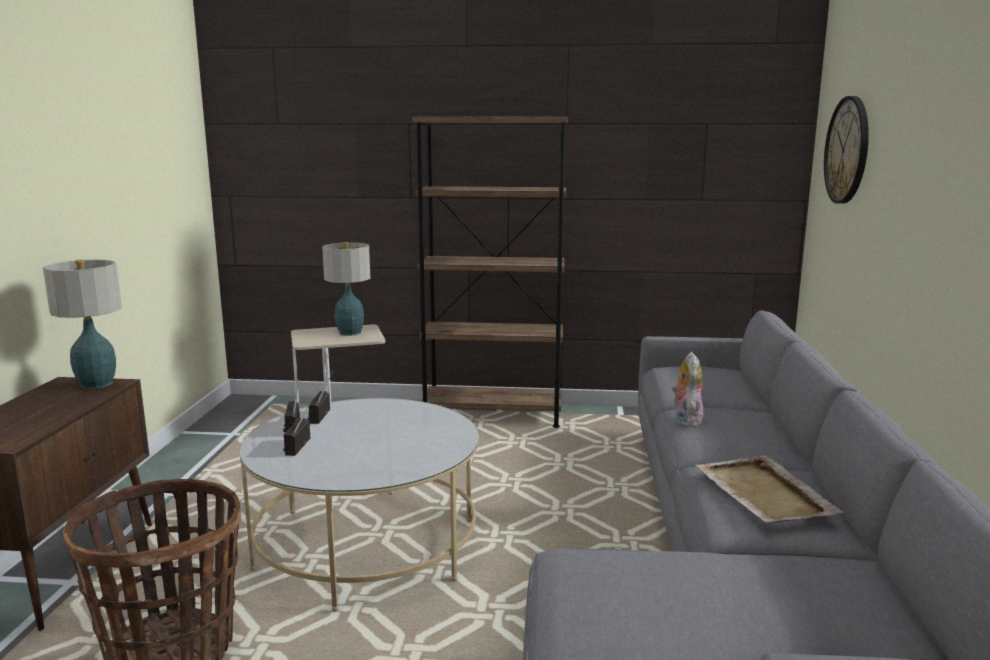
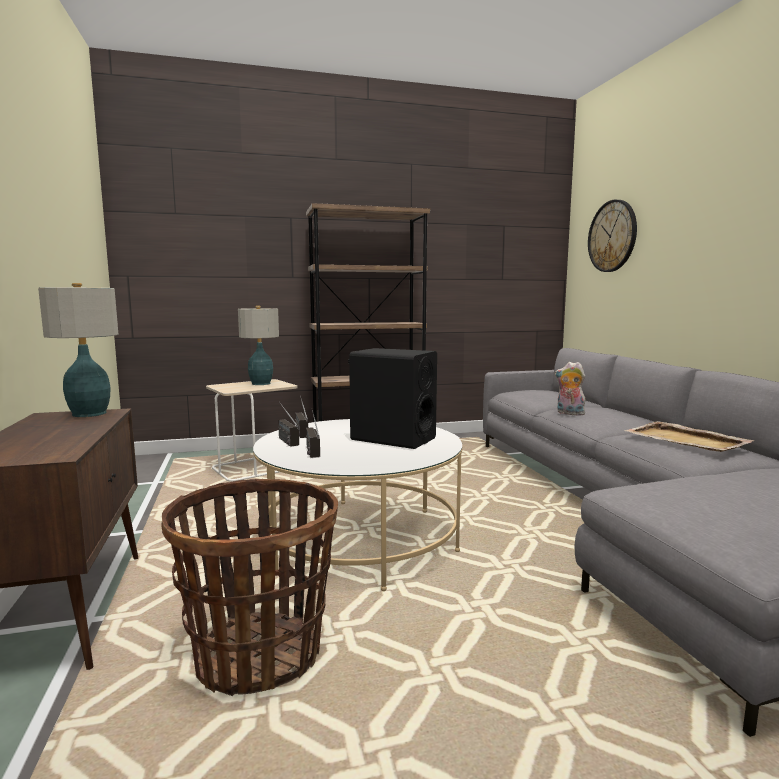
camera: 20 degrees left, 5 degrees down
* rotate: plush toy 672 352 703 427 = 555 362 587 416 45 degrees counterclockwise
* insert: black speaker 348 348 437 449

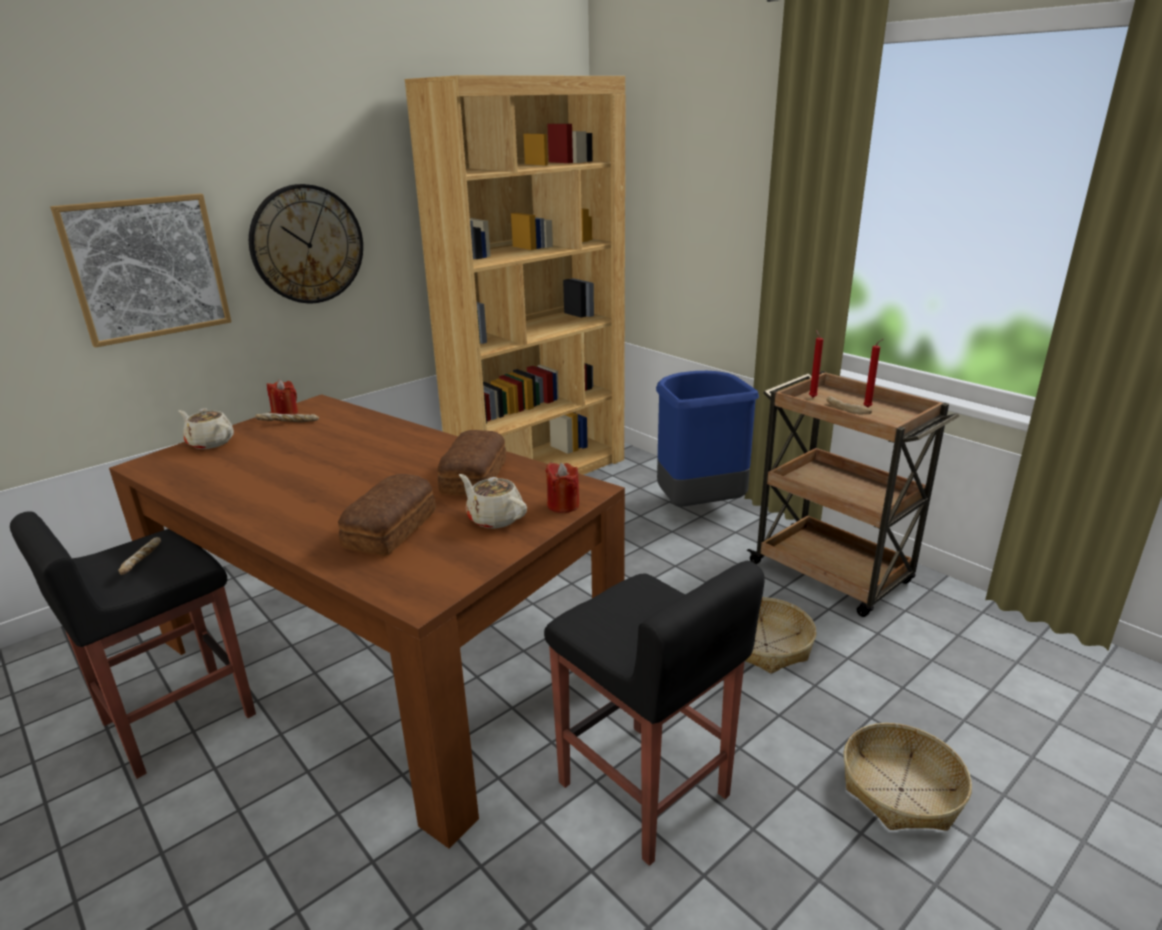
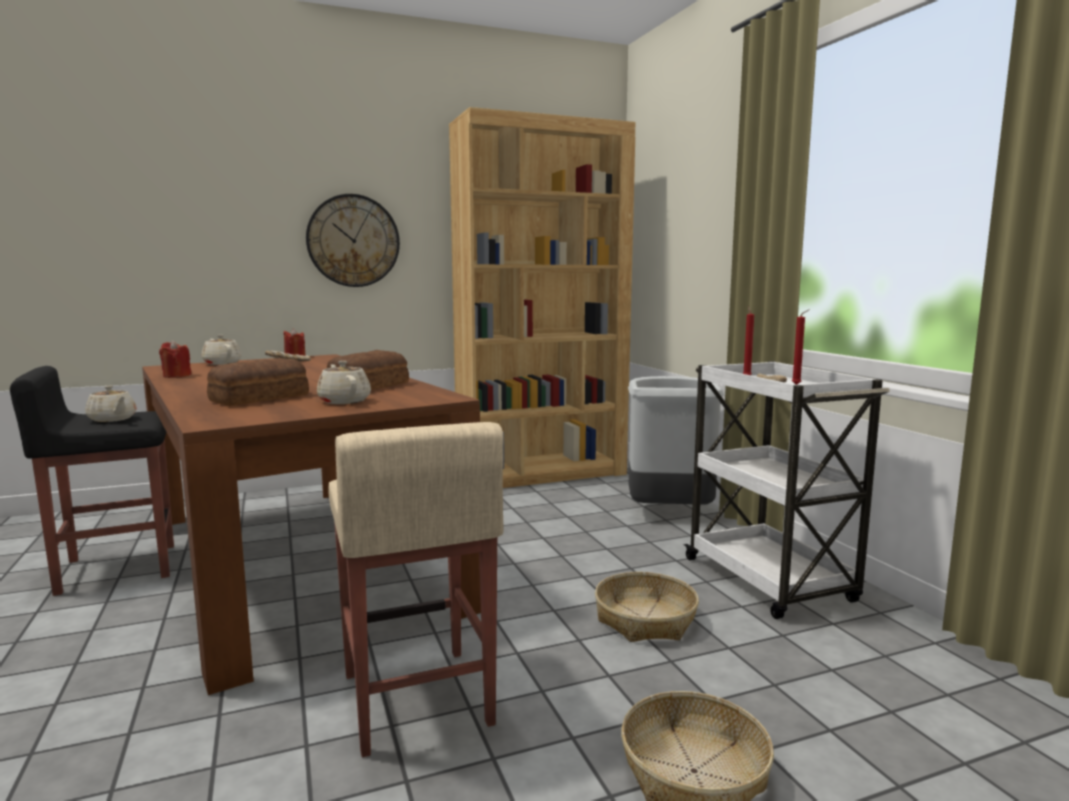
camera: 20 degrees right, 15 degrees down
* delete: picture 50 194 231 348
* replace: bread 118 537 161 575 to beige teapot 85 386 136 422
* recolor: black stool 544 561 765 866 to beige stool 328 422 503 757
* move: red candle 546 463 579 513 to 159 340 192 378
* recolor: blue trash can 656 371 759 507 to grey trash can 628 376 724 505
* recolor: brown cart 747 371 959 617 to white cart 684 361 890 619

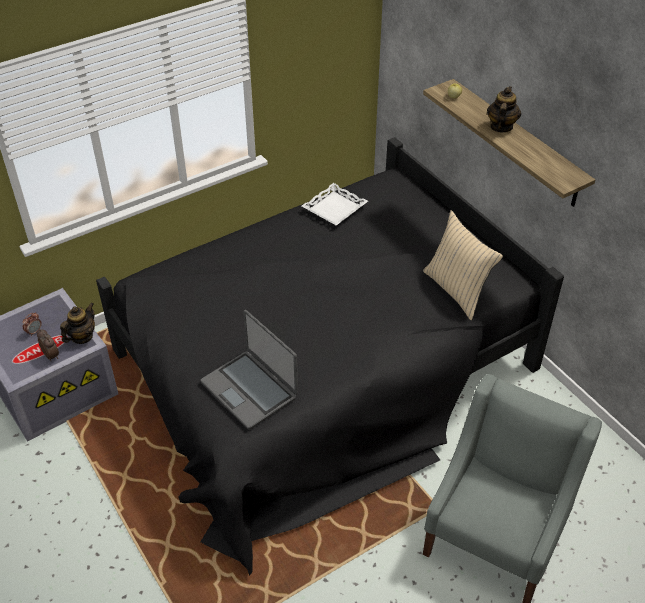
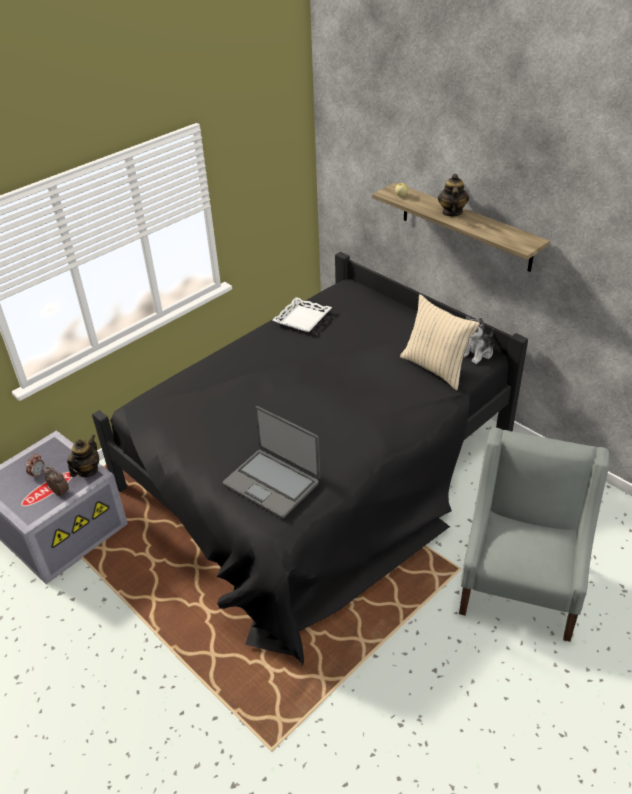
camera: 10 degrees left, 5 degrees down
* insert: plush toy 463 316 494 364

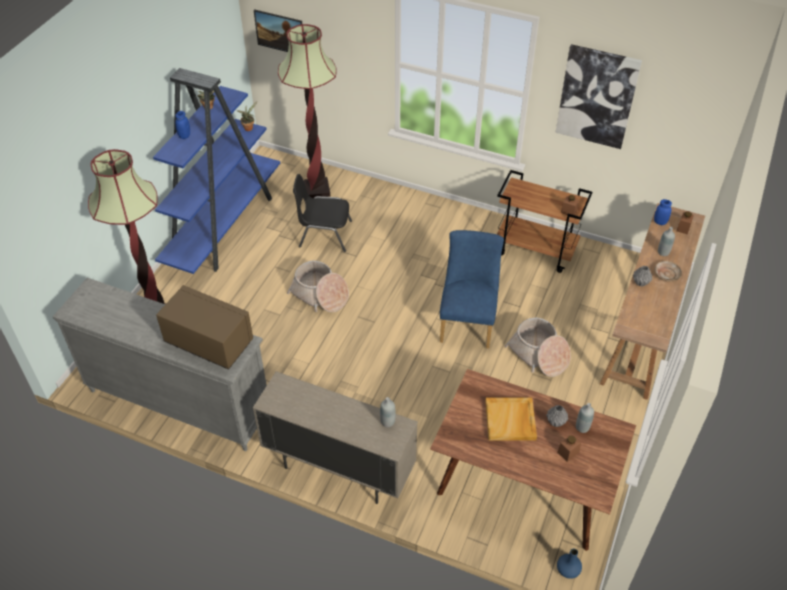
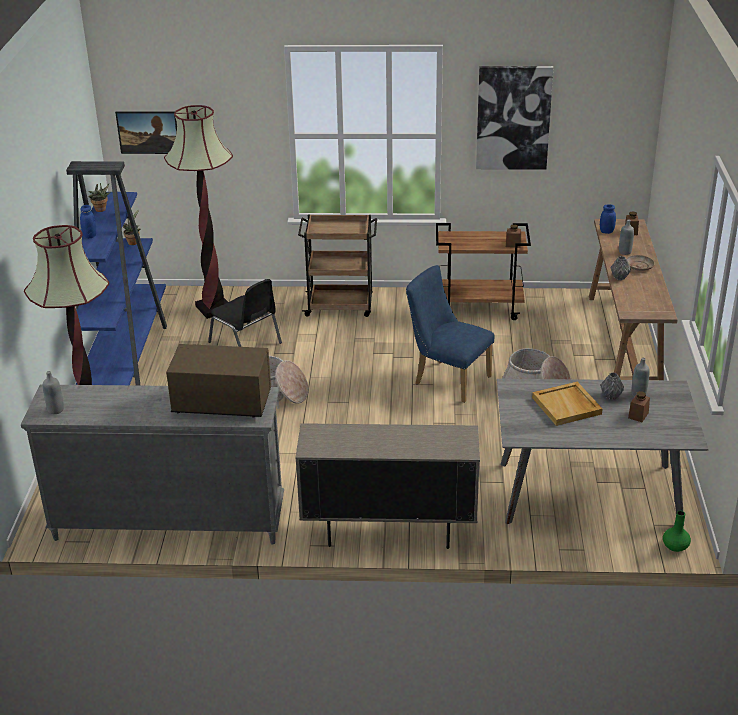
camera: 20 degrees left, 15 degrees down
* rotate: black chair 293 174 352 252 = 208 279 282 347 120 degrees counterclockwise
* move: grey bottle 380 397 396 427 to 43 371 64 414
* recolor: brown dining table 430 369 636 551 to grey dining table 497 379 709 524
* rotate: blue chair 440 230 504 348 = 406 265 495 403 45 degrees counterclockwise
* recolor: blue vase 557 548 582 579 to green vase 663 510 691 552
* insert: brown cart 298 214 377 317

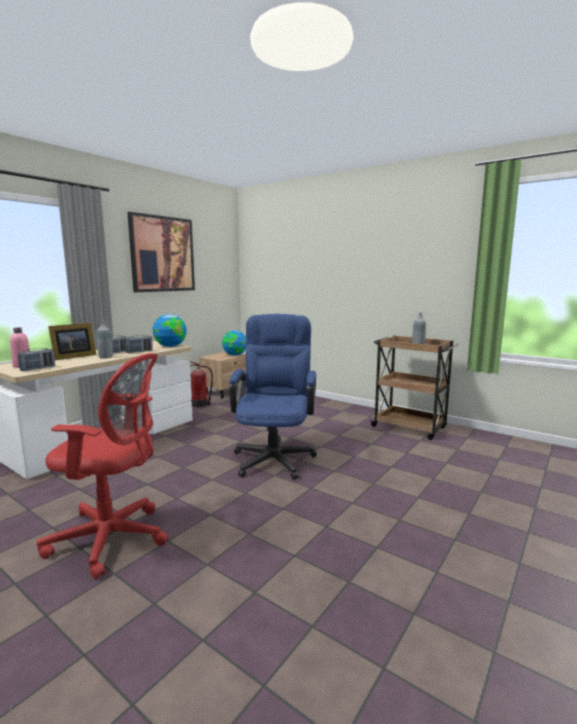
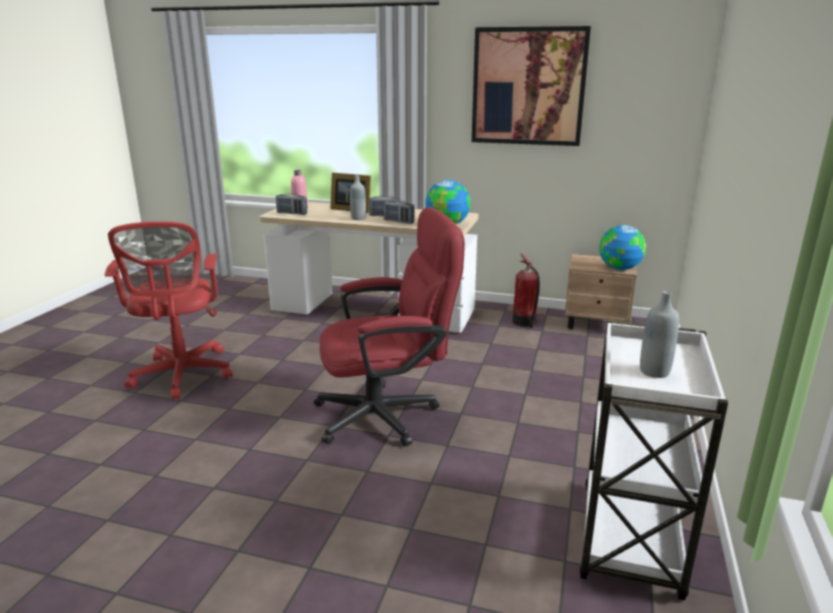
camera: 70 degrees right, 10 degrees up
* recolor: blue office chair 229 314 317 480 to red office chair 314 207 465 446
* recolor: brown cart 369 335 459 440 to white cart 579 321 728 600

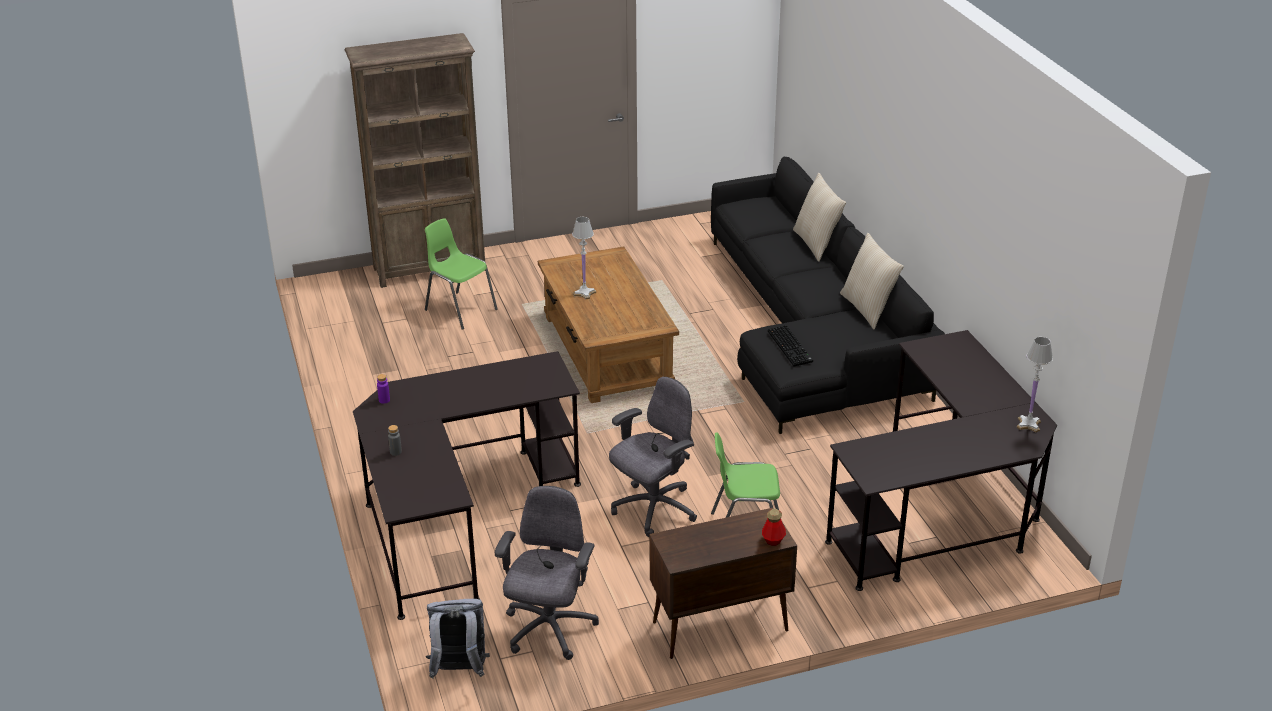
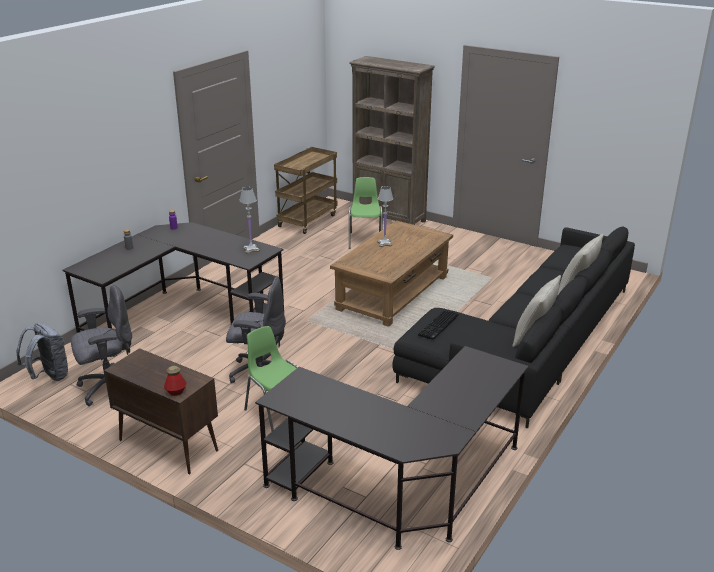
camera: 50 degrees right, 5 degrees down
* move: white table lamp 1017 337 1053 432 to 239 187 260 254
* insert: brown cart 274 147 338 234

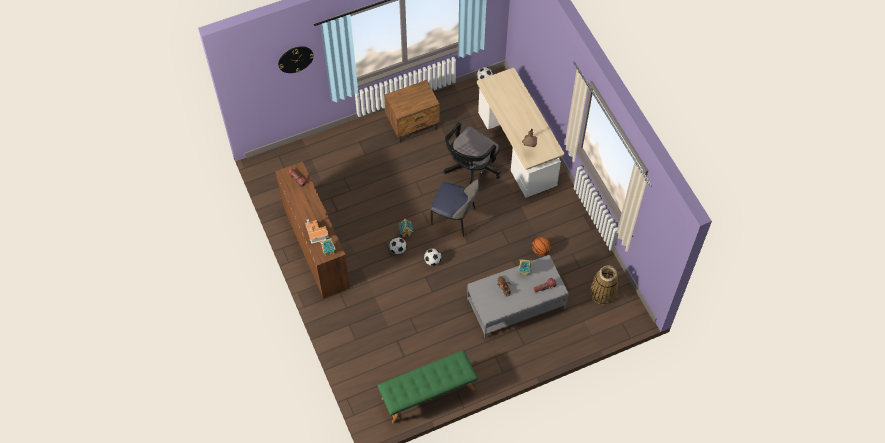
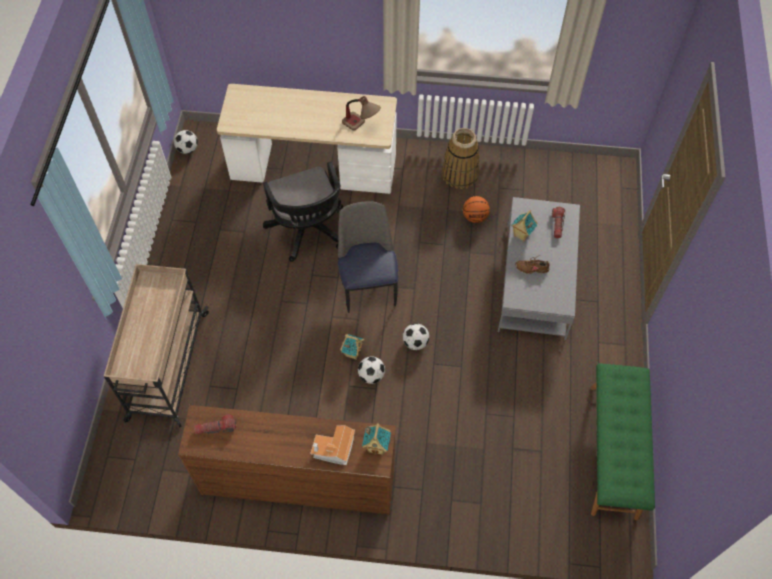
camera: 60 degrees left, 0 degrees up
* delete: wall clock 278 46 314 73
* delete: brown nightstand 384 80 440 143
* rotate: chair 430 179 479 237 = 338 201 398 313 60 degrees counterclockwise
* move: basket 590 265 619 305 to 442 128 480 189
* insert: beige cart 104 264 209 427

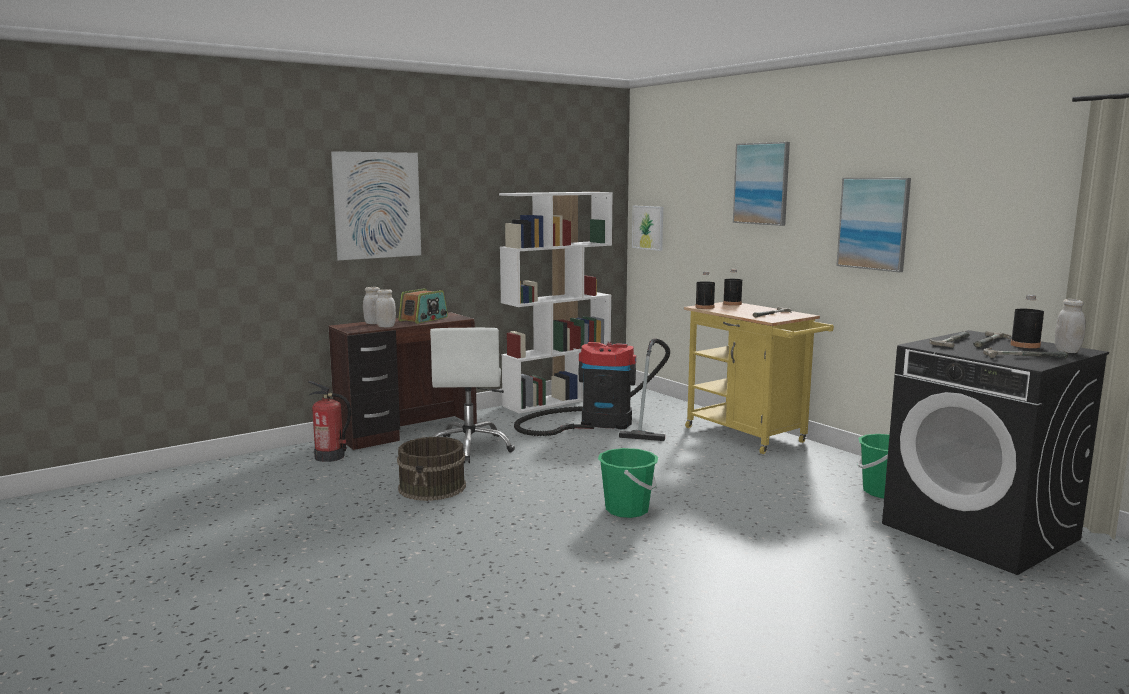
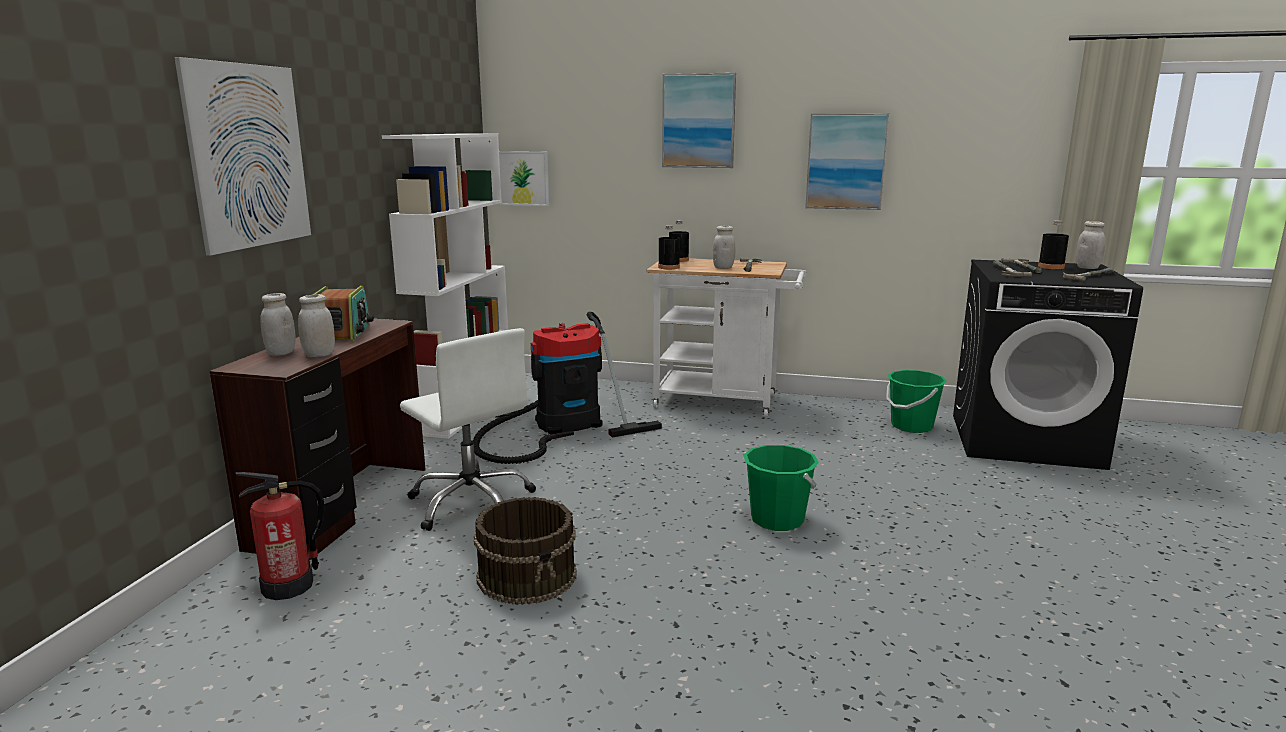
camera: 40 degrees left, 5 degrees up
* recolor: yellow cart 684 302 834 454 to white cart 646 258 806 417
* insert: white jar 713 226 735 269

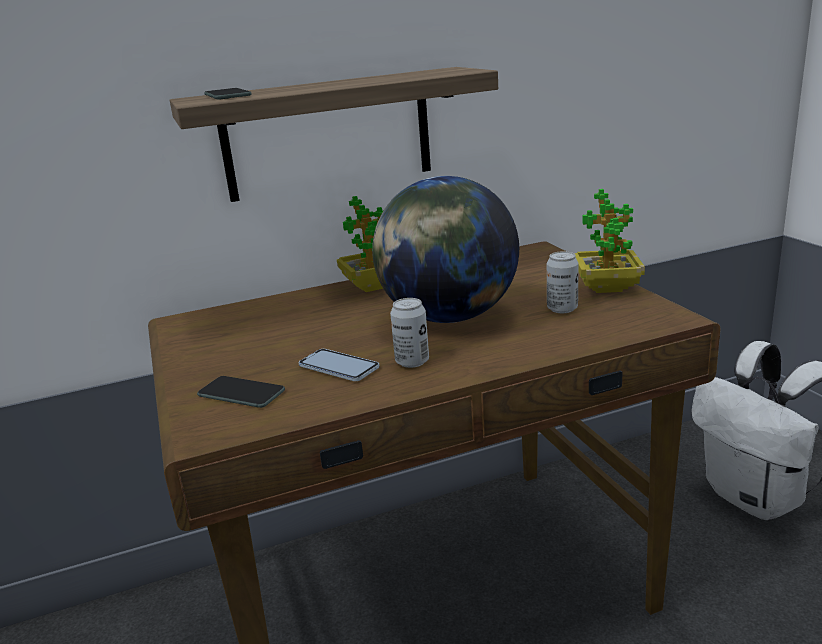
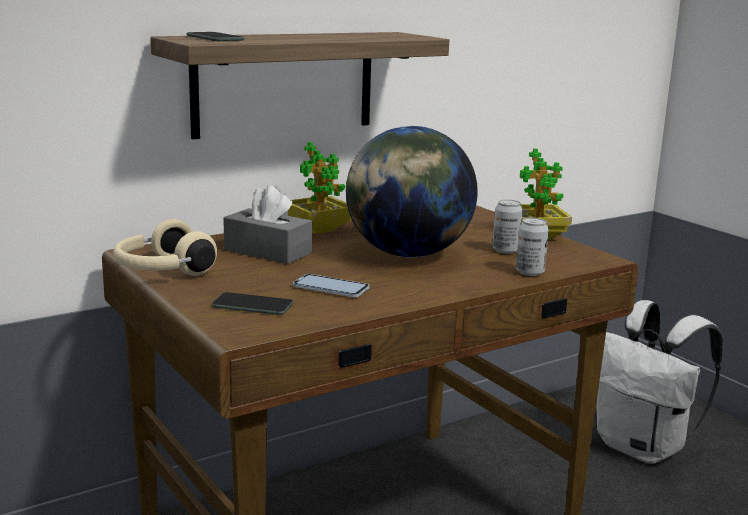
camera: 15 degrees left, 5 degrees down
* move: can 390 298 429 368 to 516 218 549 276
* insert: beige headphones 113 219 217 276
* insert: grey tissue box 223 185 312 264

